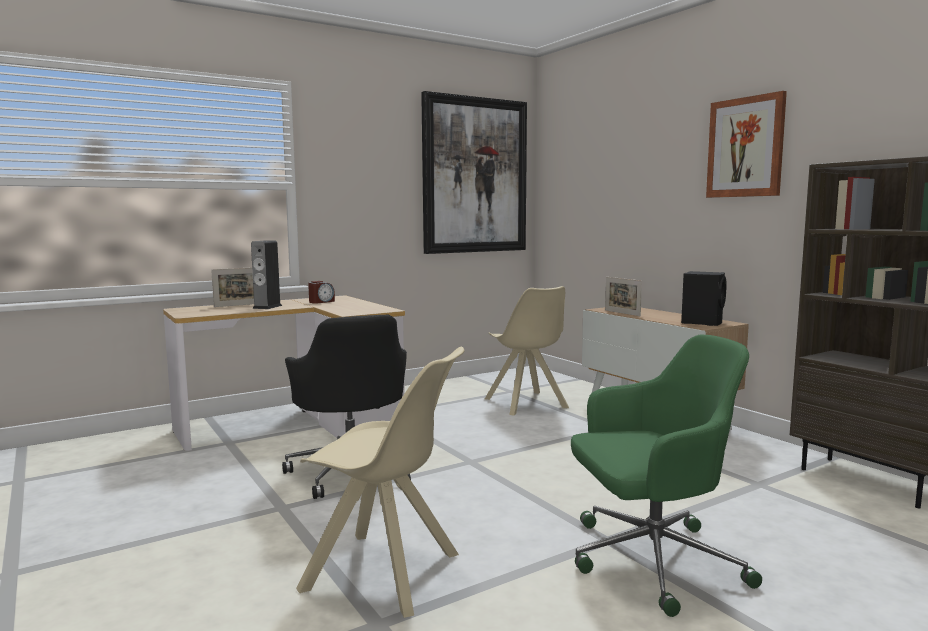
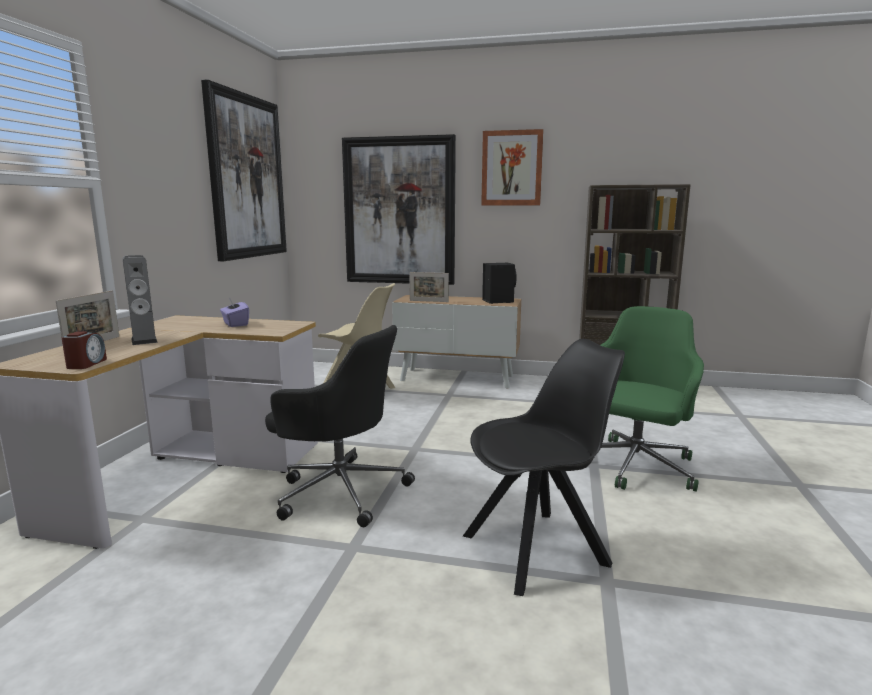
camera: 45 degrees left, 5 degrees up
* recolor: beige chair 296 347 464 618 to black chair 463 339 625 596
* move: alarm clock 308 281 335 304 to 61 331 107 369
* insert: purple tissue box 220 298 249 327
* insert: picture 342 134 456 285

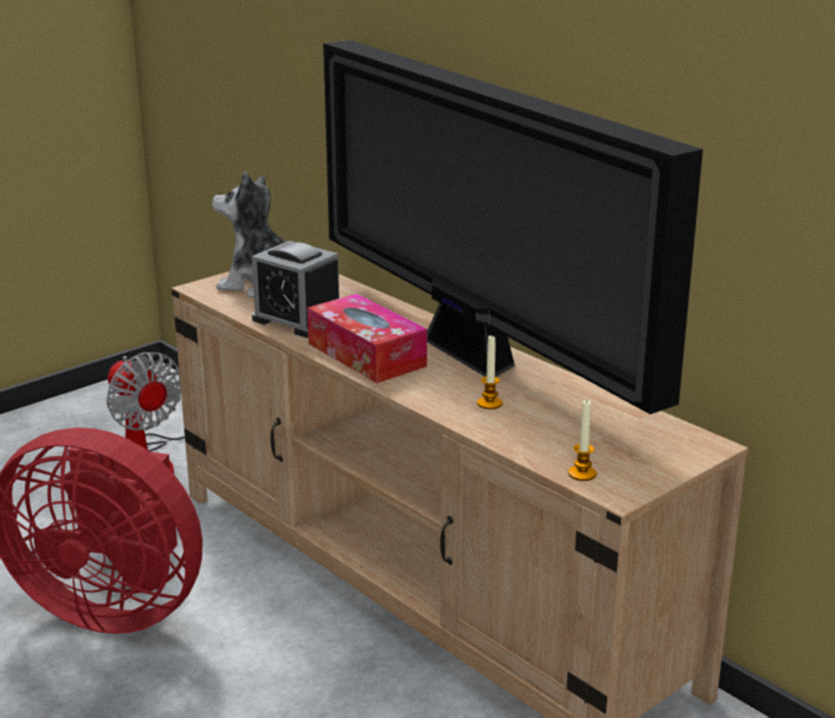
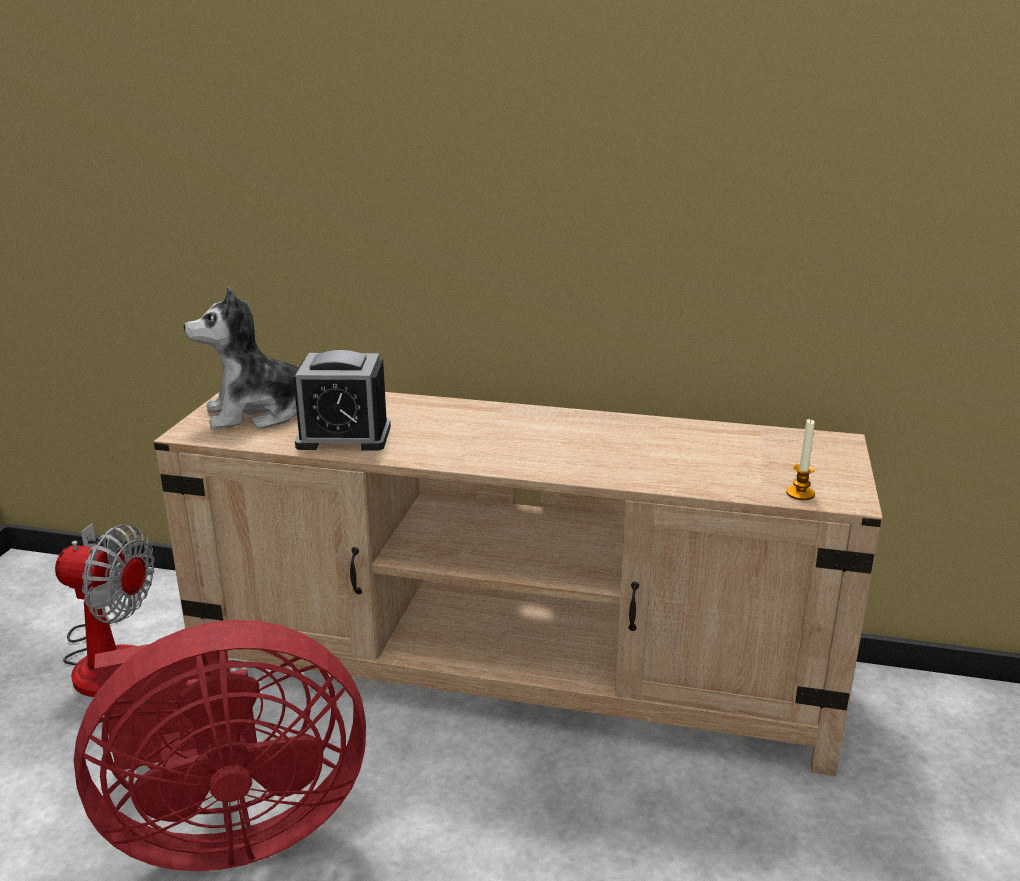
camera: 35 degrees left, 0 degrees up
* delete: tissue box 307 294 427 383
* delete: television 323 40 703 414
* delete: candle 477 336 503 409

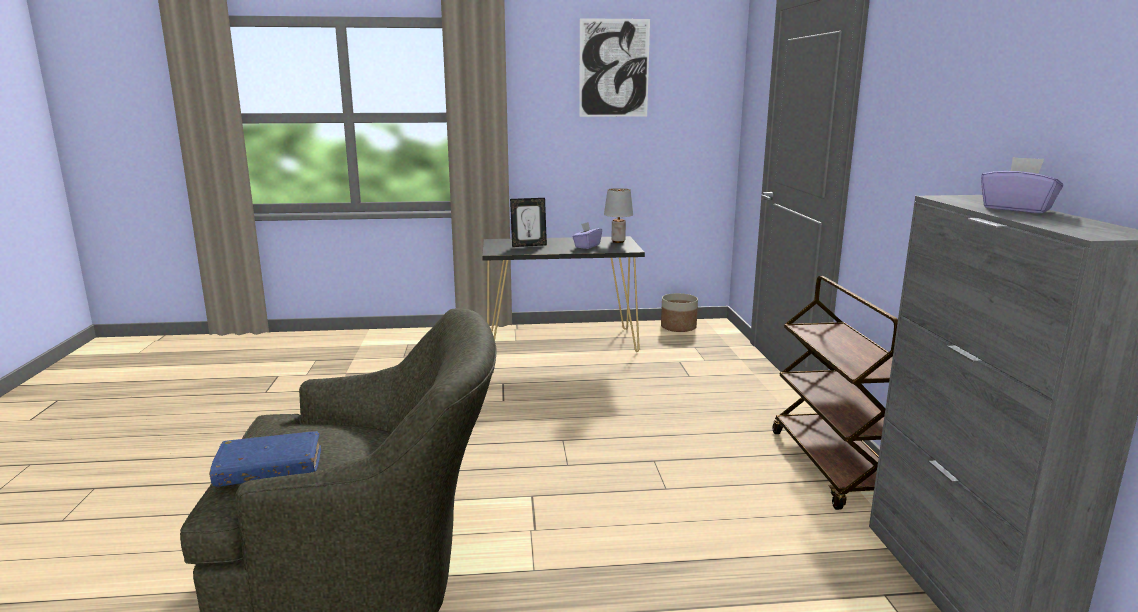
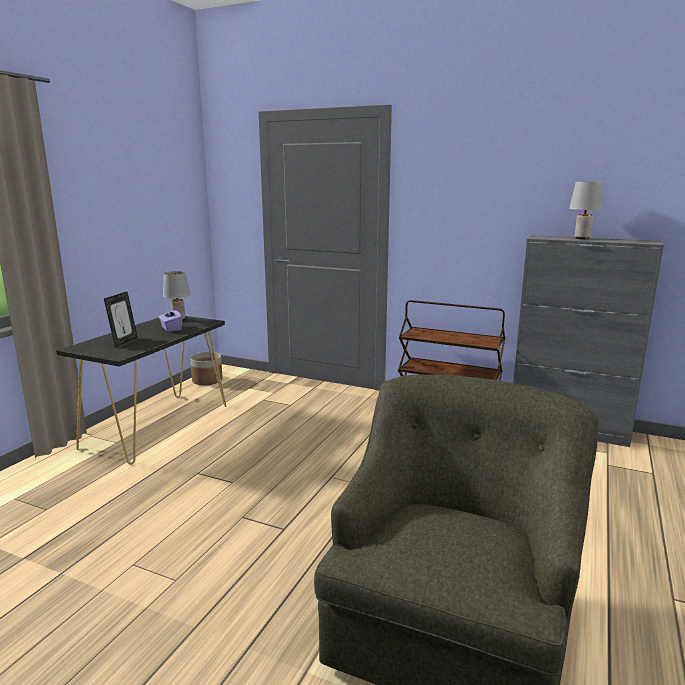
camera: 60 degrees left, 0 degrees up
* delete: blue book 209 431 321 487
* delete: picture 579 18 650 117
* replace: purple tissue box 981 157 1063 213 to grey table lamp 569 182 603 239

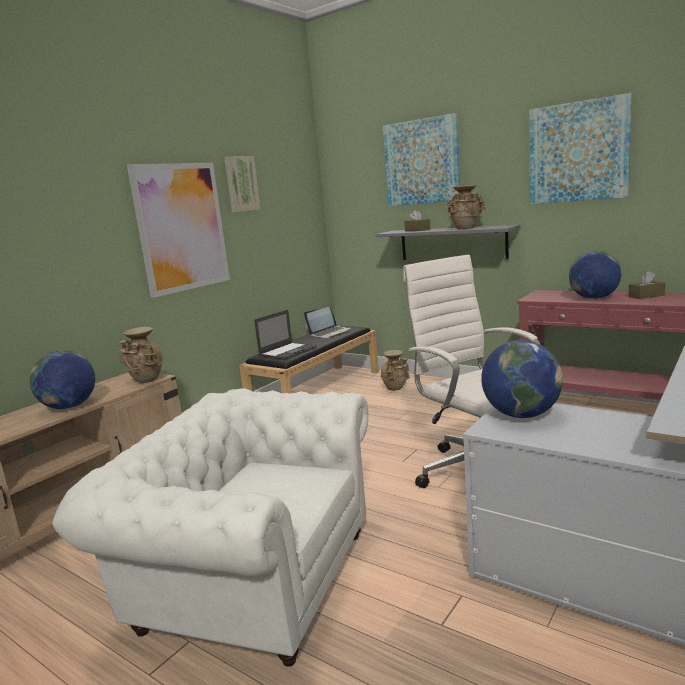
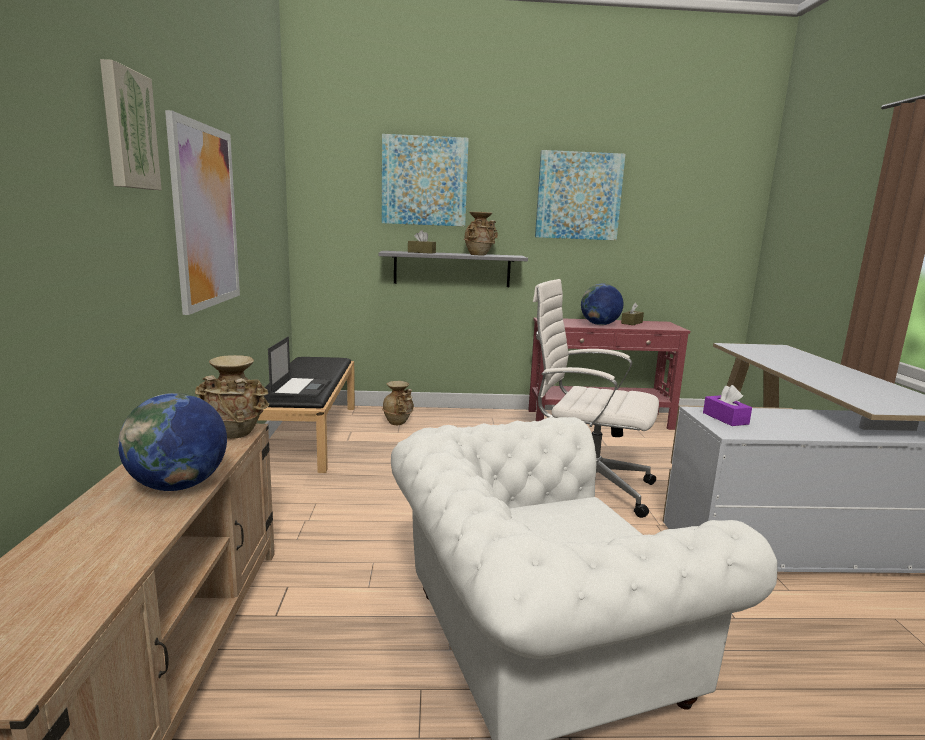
camera: 40 degrees left, 0 degrees up
* move: picture 224 156 260 212 to 100 59 162 190
* delete: laptop 304 307 351 338
* replace: globe 481 340 563 418 to purple tissue box 703 385 752 426

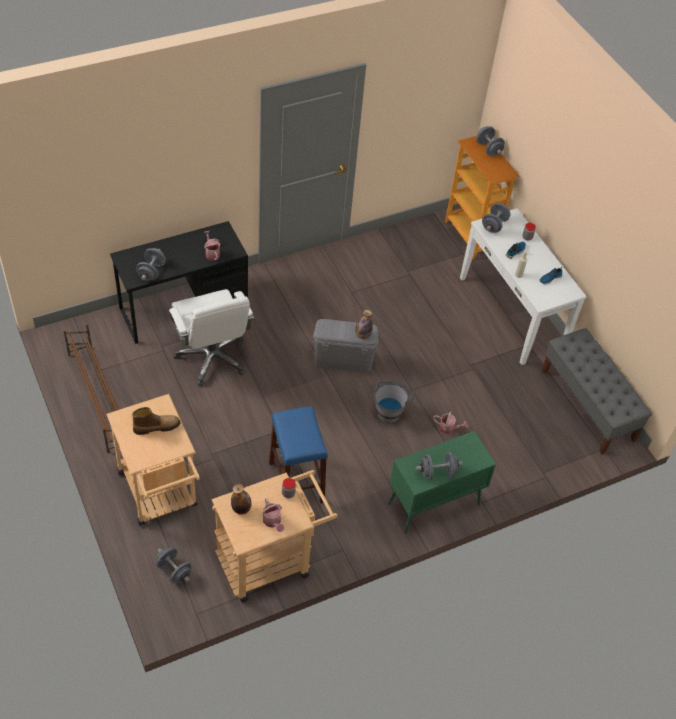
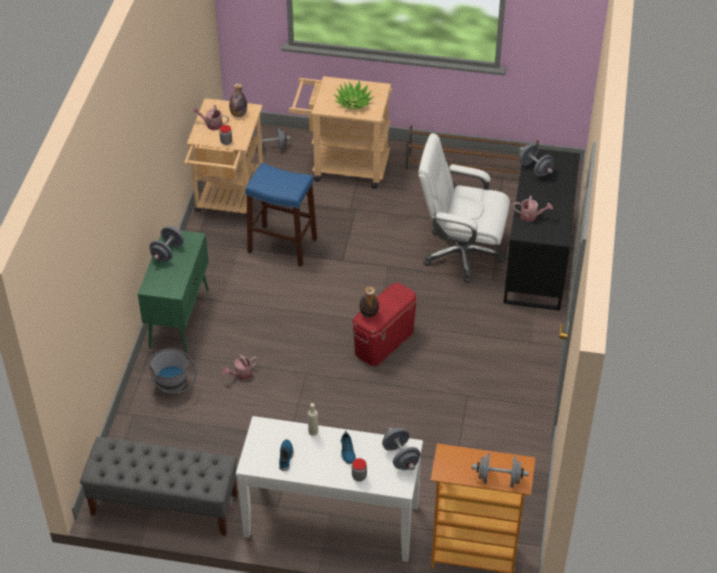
camera: 130 degrees right, 5 degrees down
* replace: boot 132 407 181 435 to potted plant 333 80 374 109
* recolor: grey storage box 312 319 380 372 to red storage box 352 283 417 366
* move: grey bucket 374 381 414 423 to 149 348 197 394

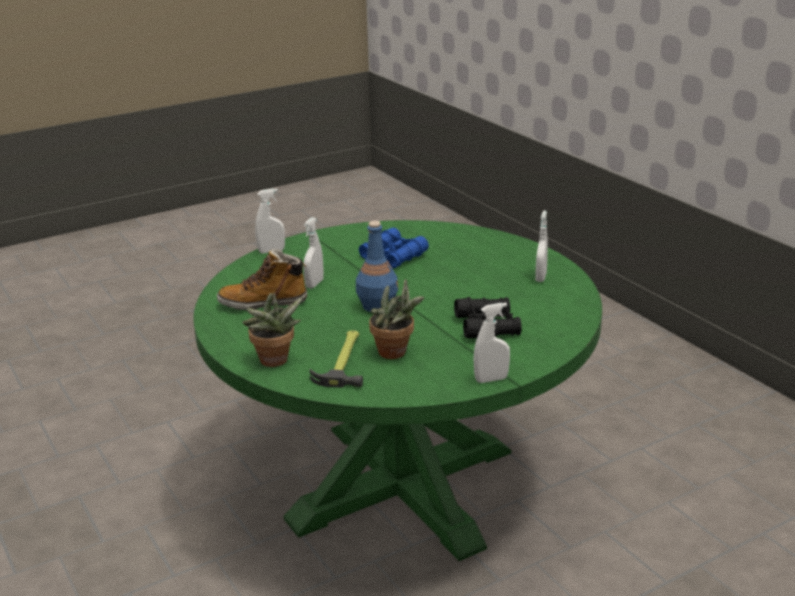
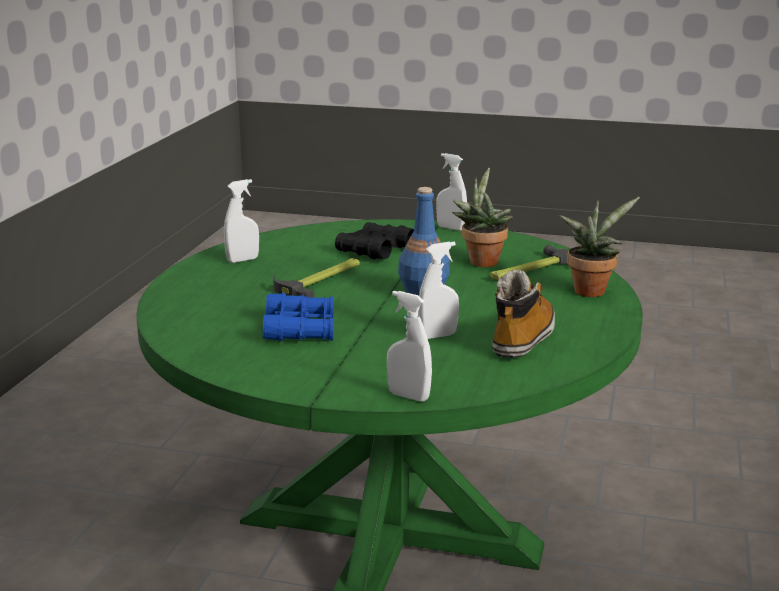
camera: 135 degrees left, 5 degrees down
* rotate: boot 217 248 307 310 = 492 270 555 358 105 degrees counterclockwise
* insert: hammer 273 258 360 298

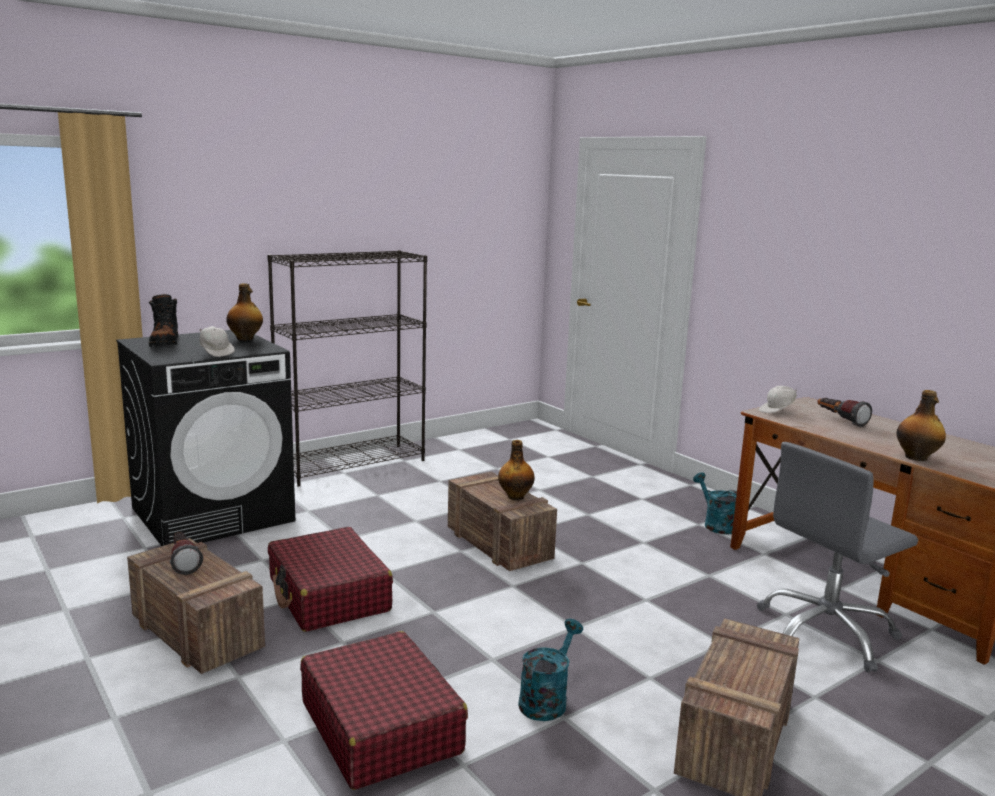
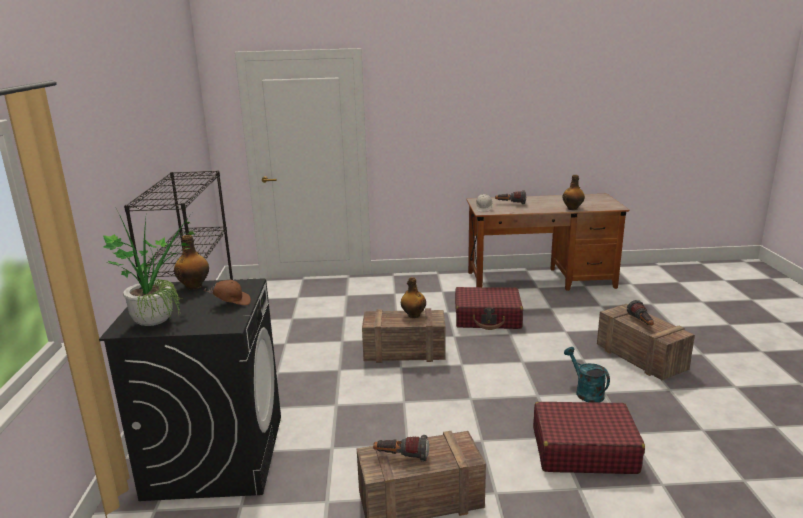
camera: 55 degrees left, 5 degrees up
* replace: black boot 149 294 179 347 to potted plant 103 210 195 326
* recolor: white cap 199 326 235 357 to brown cap 204 280 251 305
* move: red suitcase 268 527 393 632 to 455 287 523 330
* delete: turquoise watering can 693 472 737 534
* delete: grey office chair 757 442 918 673
* insert: flashlight 627 300 654 326

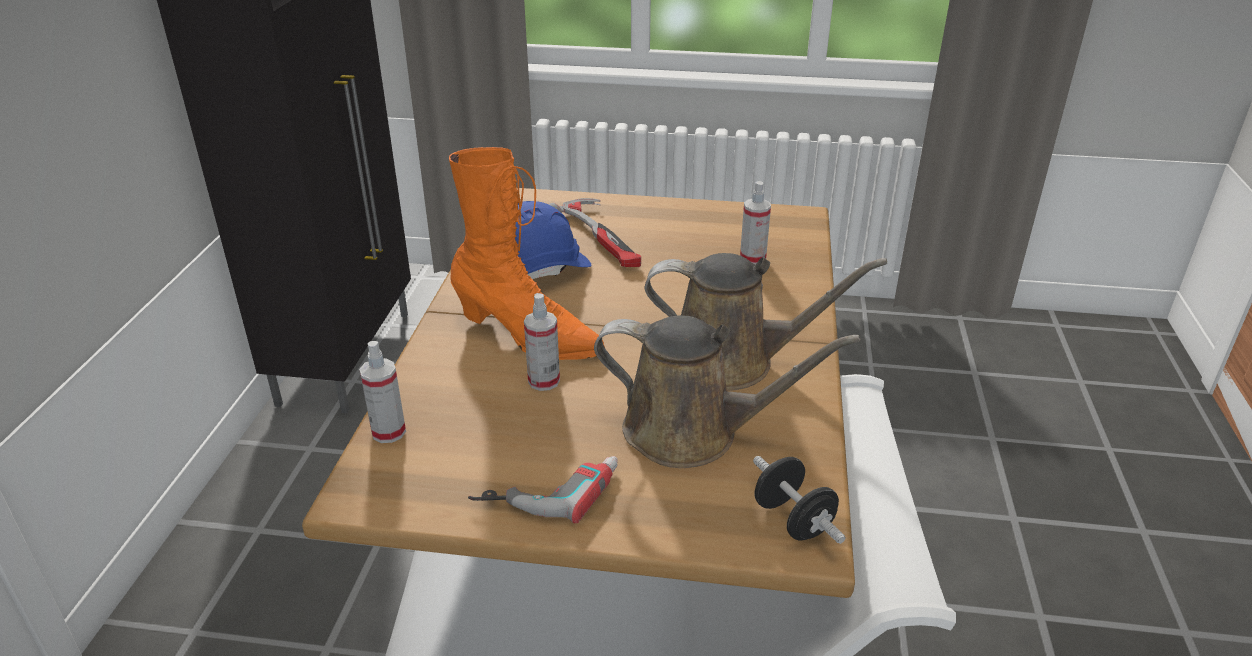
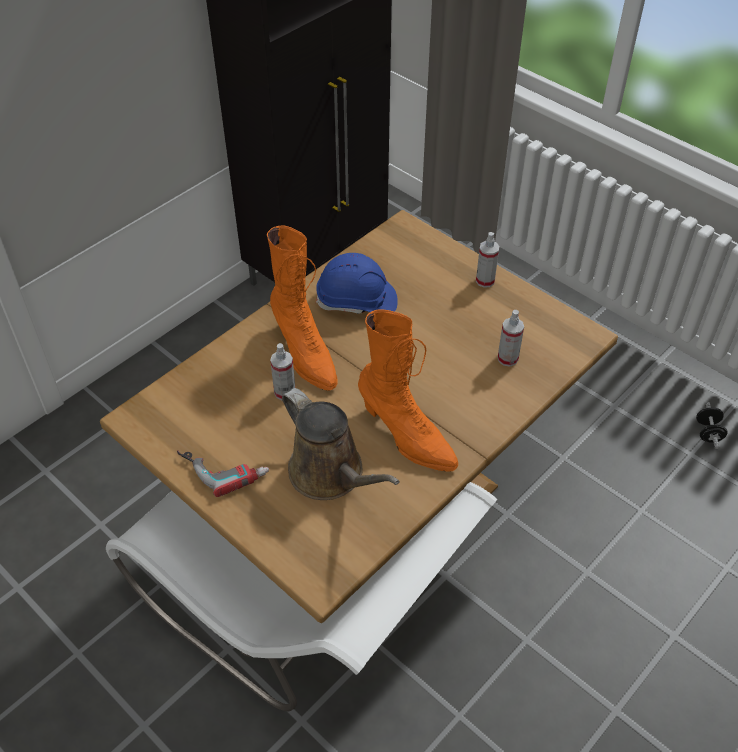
camera: 35 degrees right, 15 degrees up
* move: spray bottle 359 341 406 443 to 476 232 500 288
* delete: hammer 549 198 641 267
* replace: brown watering can 645 253 887 391 to orange boot 358 309 458 472
* move: black dumbbell 753 456 846 544 to 696 402 727 449

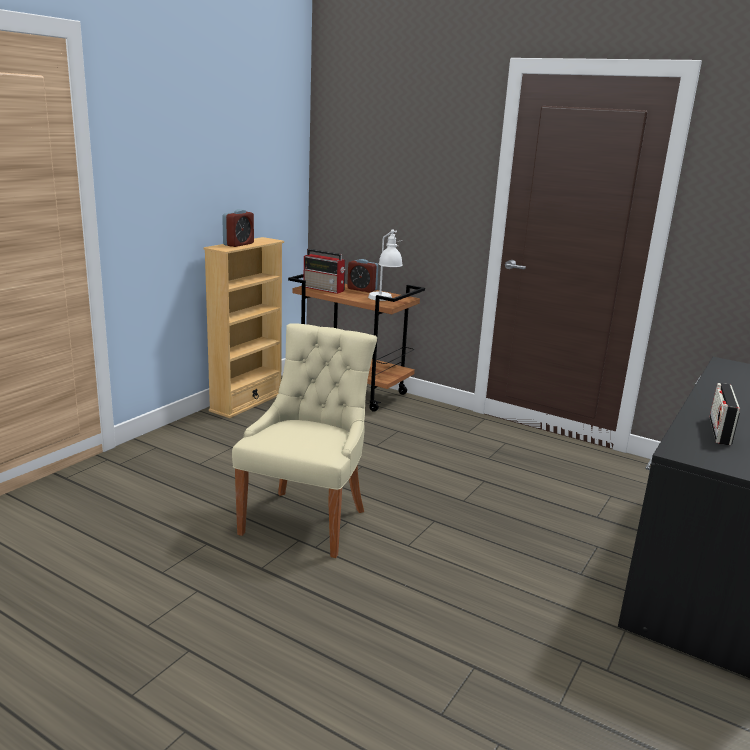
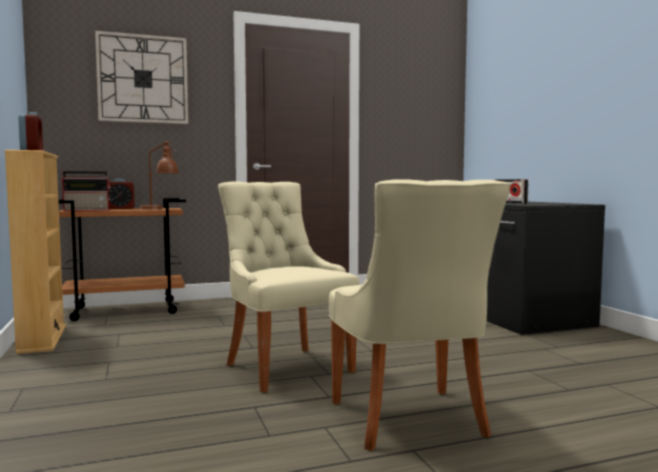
camera: 50 degrees left, 15 degrees down
* recolor: white table lamp 368 230 403 301 to brown table lamp 140 141 179 209
* insert: wall clock 95 31 188 124
* insert: beige chair 329 179 510 451

